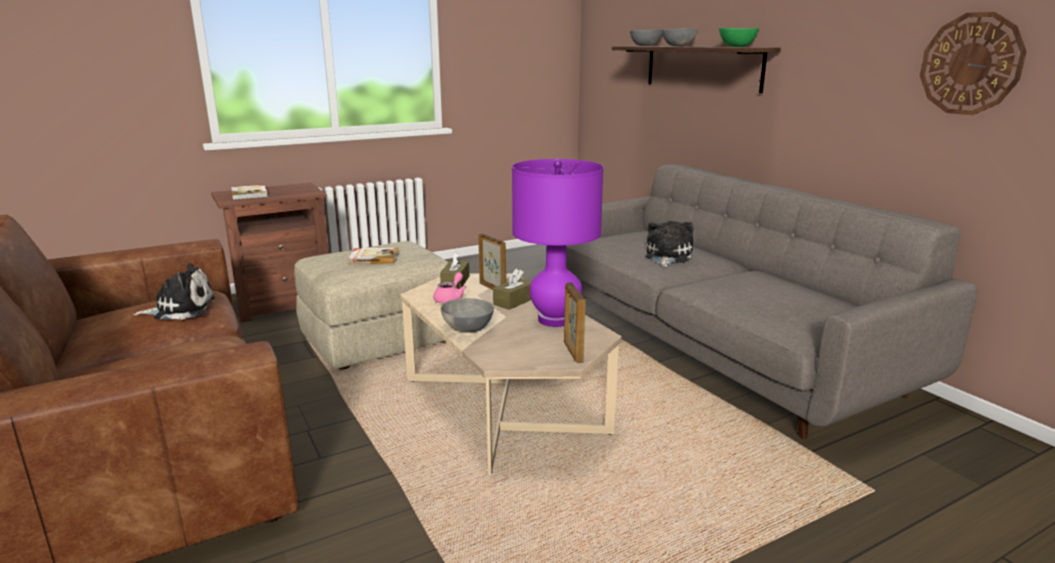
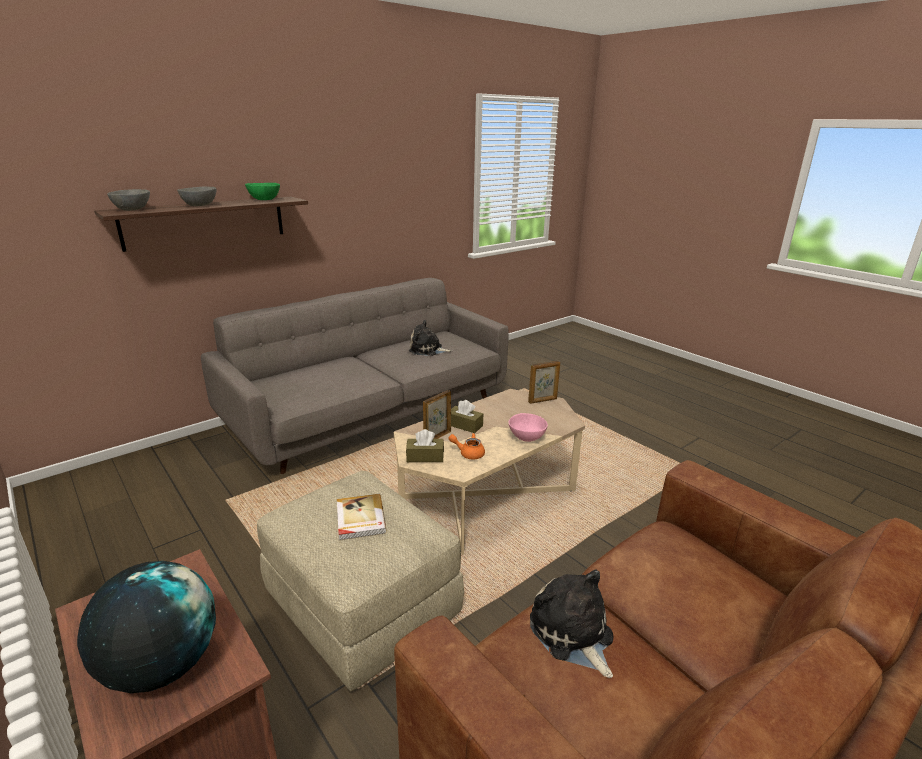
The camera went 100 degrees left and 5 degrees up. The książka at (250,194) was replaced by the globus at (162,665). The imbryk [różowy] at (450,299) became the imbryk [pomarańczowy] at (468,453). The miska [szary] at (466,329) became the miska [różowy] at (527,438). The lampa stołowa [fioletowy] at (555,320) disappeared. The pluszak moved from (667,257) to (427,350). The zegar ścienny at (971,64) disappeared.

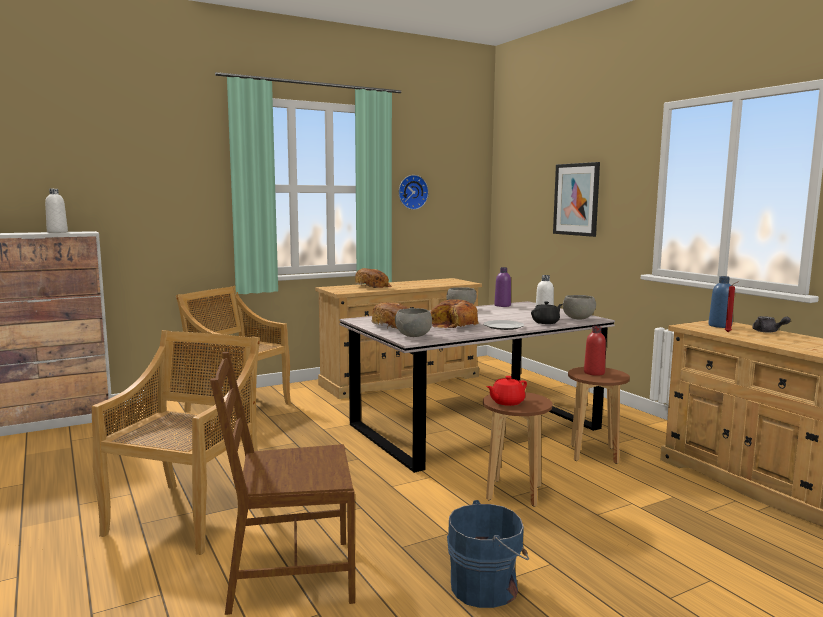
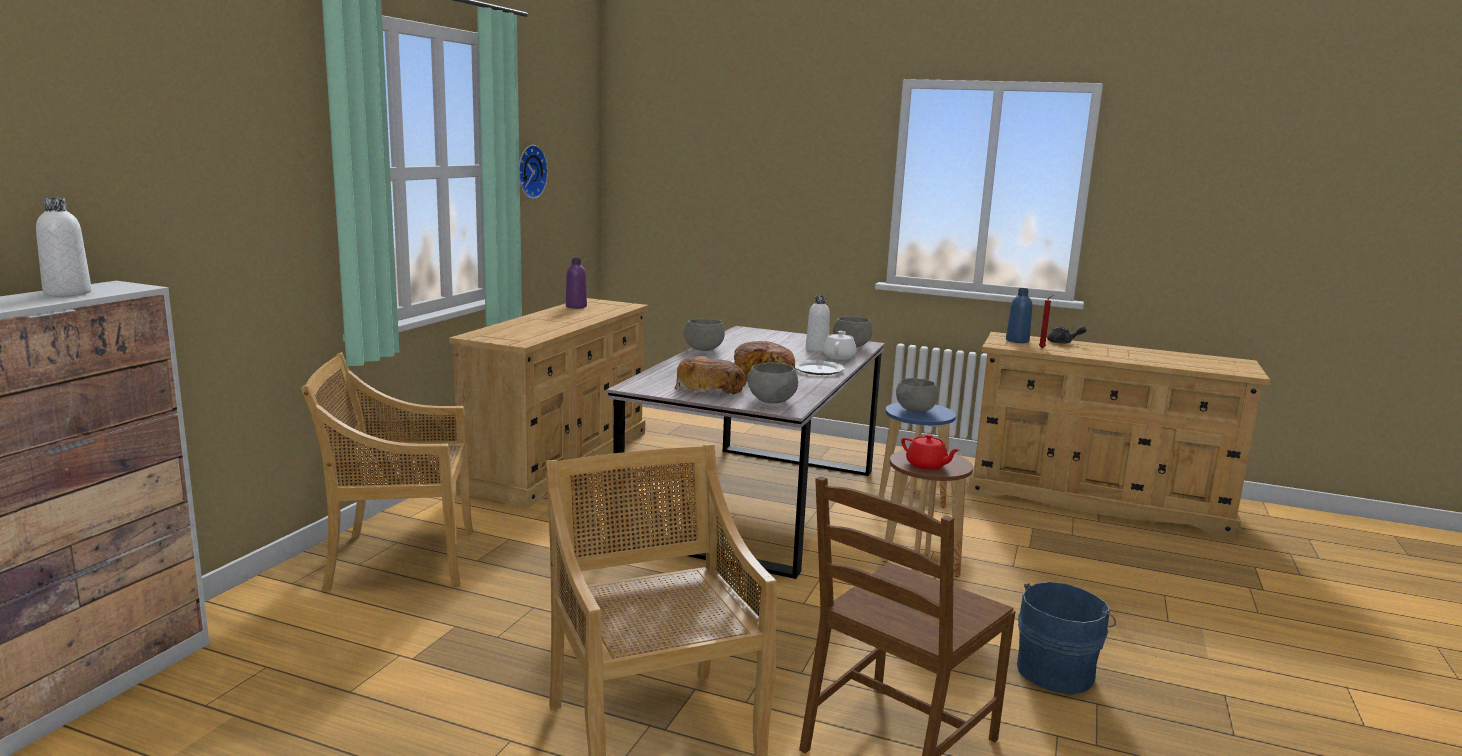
The camera went 40 degrees left and 5 degrees up. The chleb at (373,286) disappeared. The imbryk [czerwony] at (506,402) turned 60 degrees counterclockwise. The butelka [fioletowy] moved from (502,305) to (576,306). The imbryk [czarny] at (546,322) became the imbryk [biały] at (839,357). The obraz at (576,199) disappeared. The stołek [brązowy] at (594,454) became the stołek [niebieski] at (912,503). The butelka [czerwony] at (594,373) was replaced by the miska [szary] at (915,410).

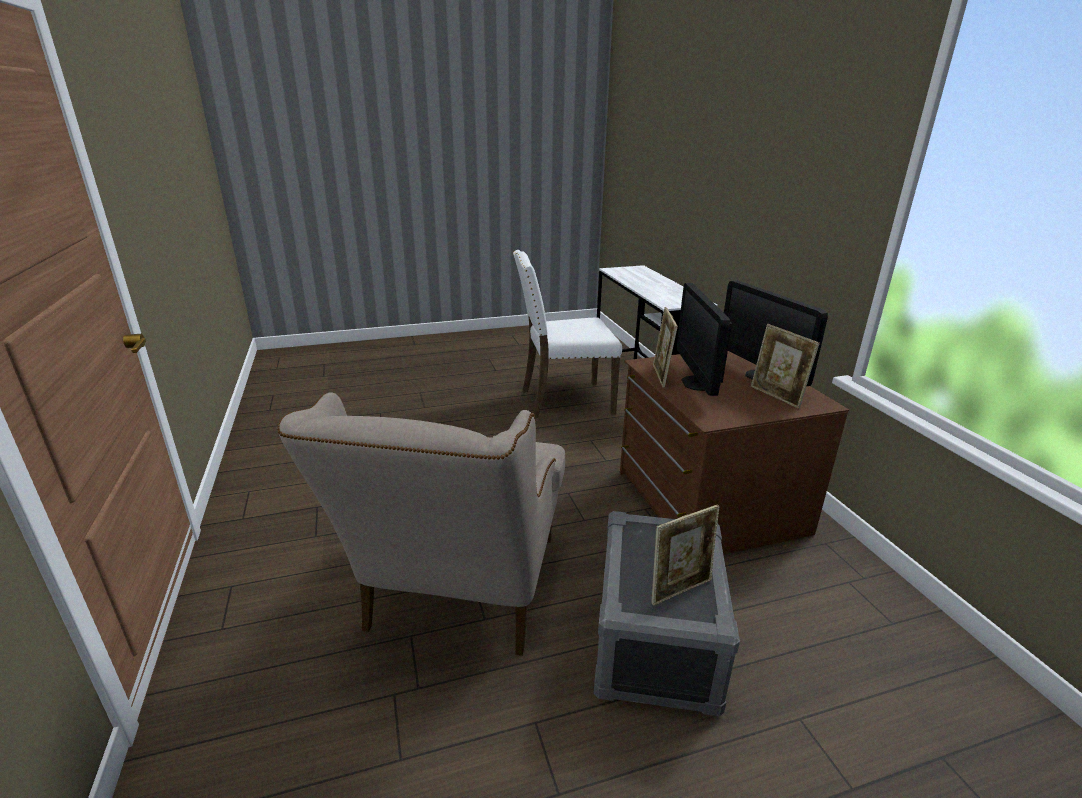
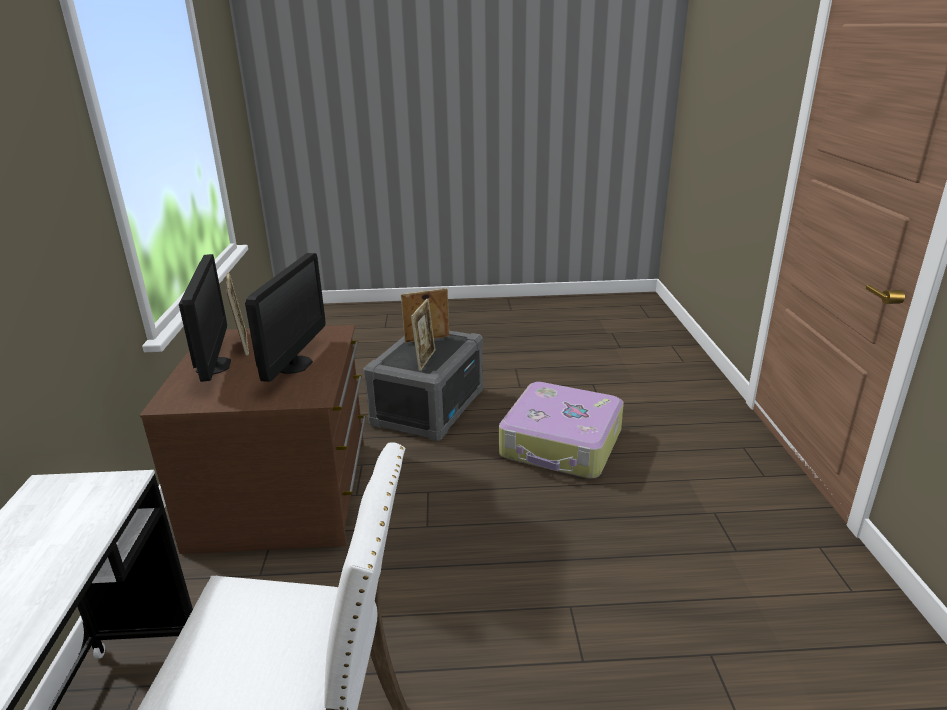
The camera went 165 degrees left and 0 degrees up. The fotel [beżowy] at (458,597) was replaced by the walizka at (561,444). The ramka na zdjęcie moved from (661,376) to (425,360).

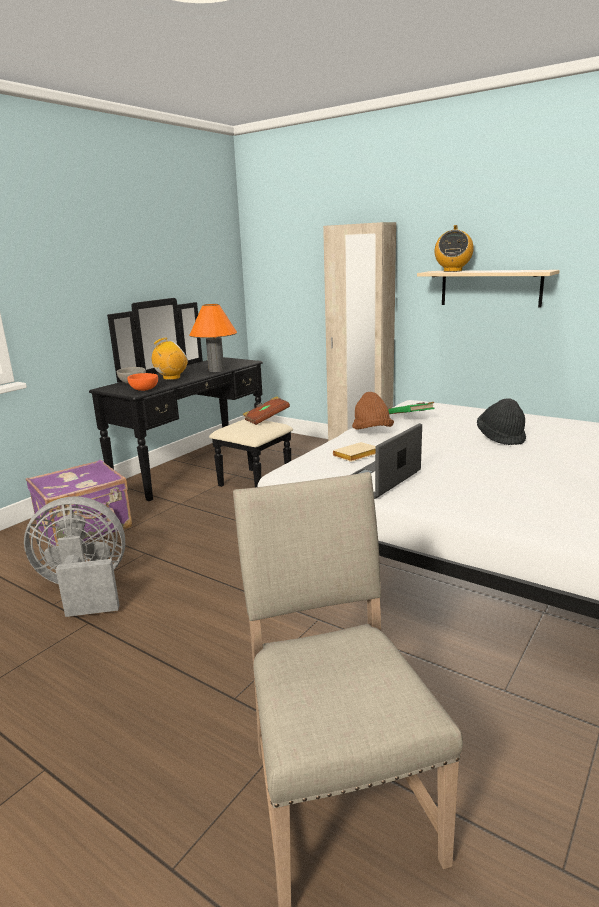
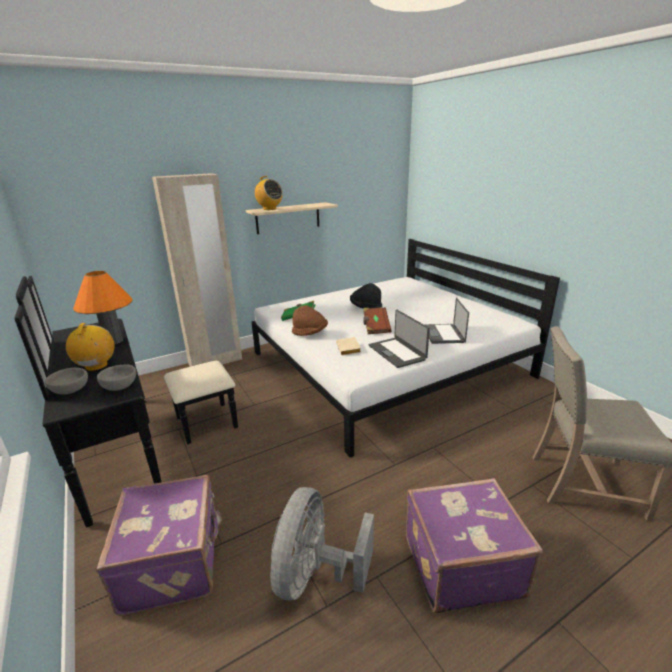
The camera went 65 degrees left and 5 degrees up. The miska [pomarańczowy] at (143,389) became the miska [szary] at (119,387). The książka [brązowy] moved from (266,419) to (375,327). The walizka [fioletowy] at (460,563) appeared. The laptop at (443,334) appeared.

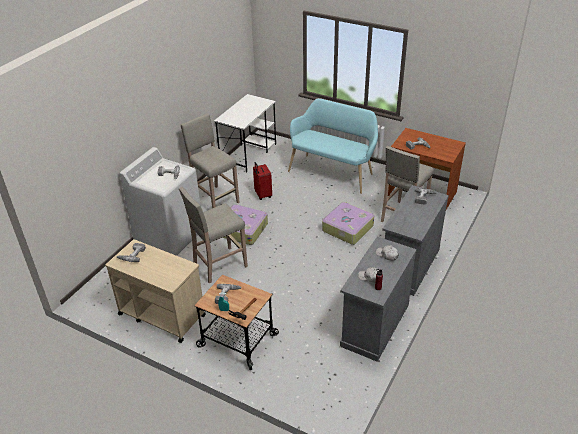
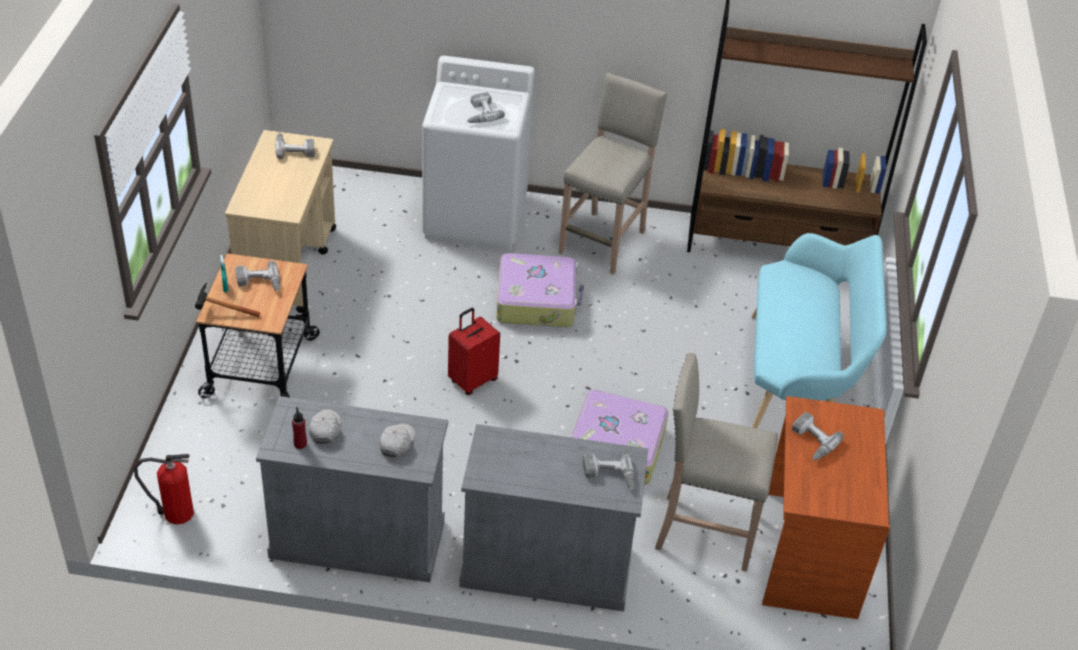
The camera went 65 degrees right and 5 degrees up. The stołek [beżowy] at (218,265) disappeared. The biurko [biały] at (248,153) was replaced by the regał [brązowy] at (778,245). The walizka [czerwony] moved from (262,195) to (472,380). The gaśnica at (175,513) appeared.

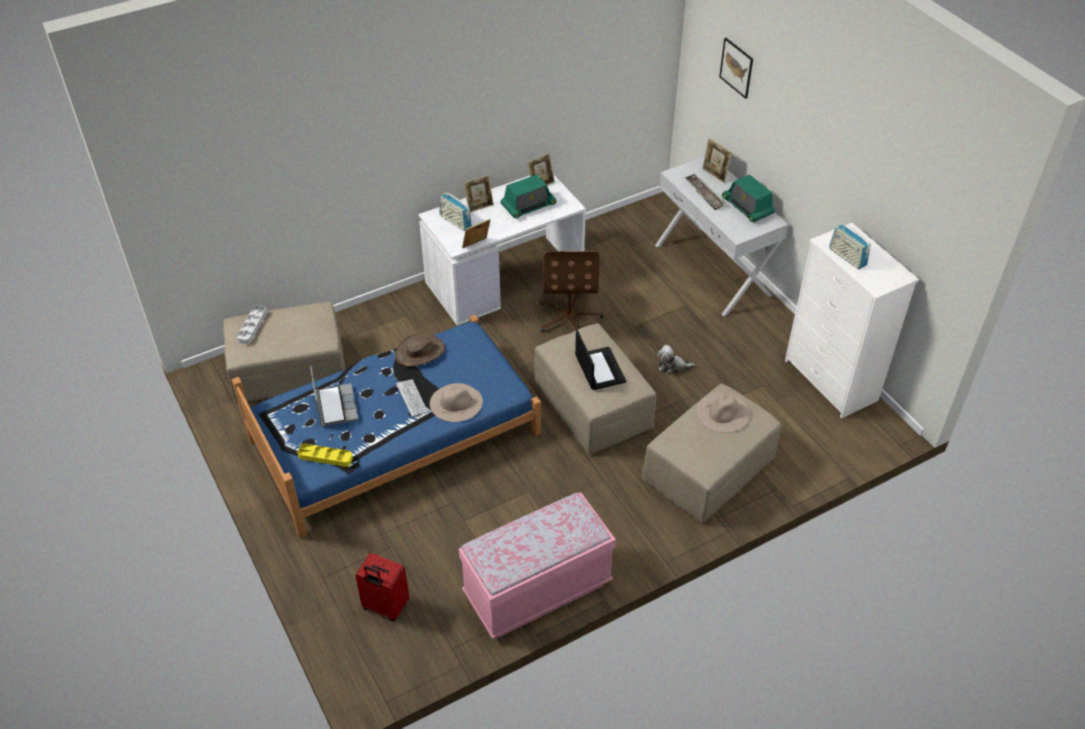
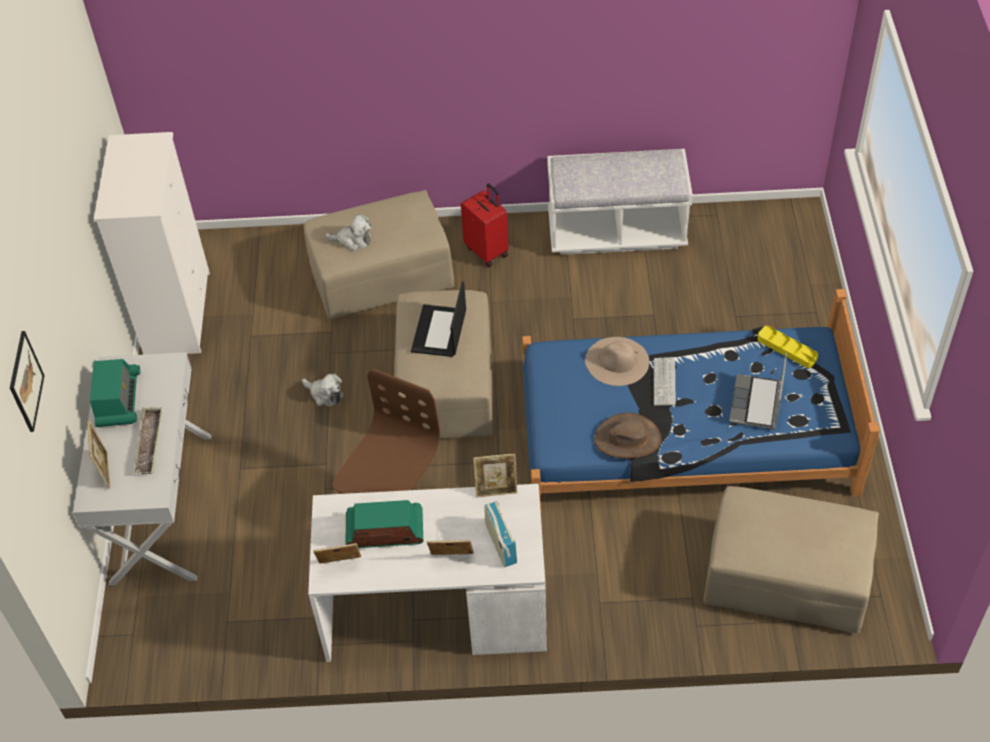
The camera went 150 degrees left and 5 degrees up. The taca [szary] at (252,326) disappeared. The walizka [czerwony] moved from (385,607) to (487,251). The ławka [różowy] at (537,590) became the ławka [biały] at (616,232). The kapelusz [beżowy] at (723,412) was replaced by the pluszak at (353,240). The radio at (847,257) disappeared.

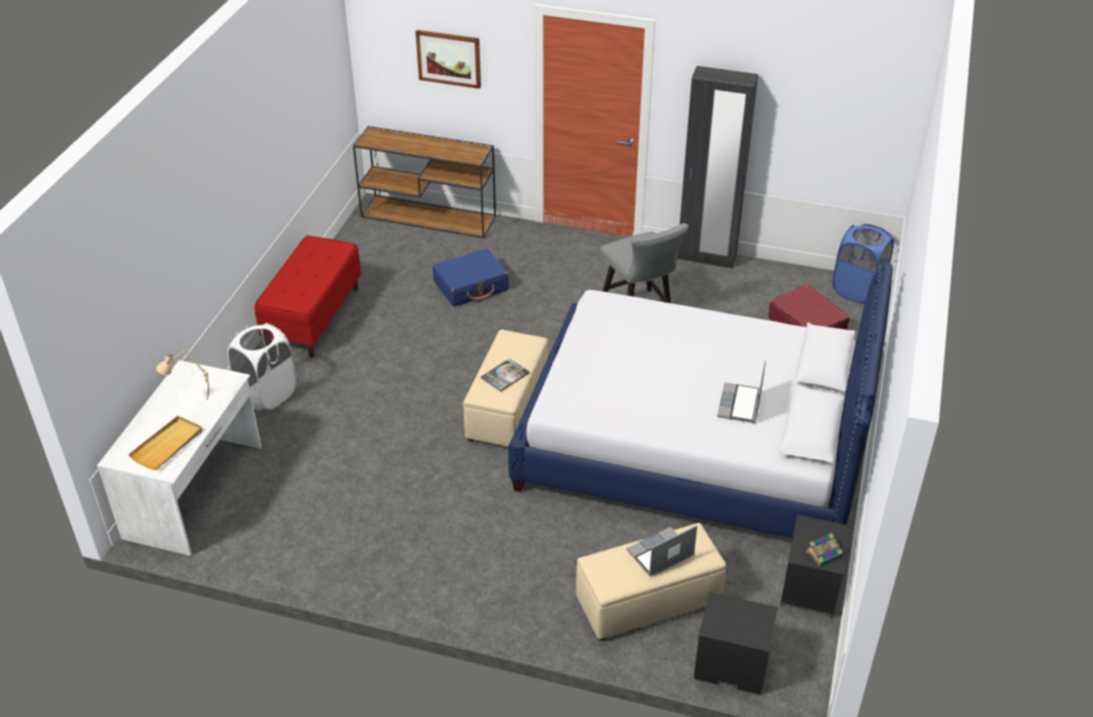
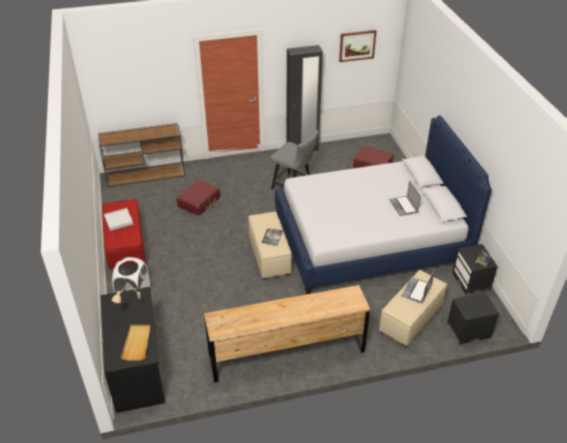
The camera went 30 degrees left and 0 degrees up. The biurko [biały] at (195,491) became the biurko [czarny] at (138,367). The obraz moved from (449,58) to (357,45). The walizka [niebieski] at (471,286) became the walizka [czerwony] at (199,202). The kosz na pranie [niebieski] at (857,290) disappeared. The taca [biały] at (118,220) appeared. The komoda [brązowy] at (287,354) appeared.

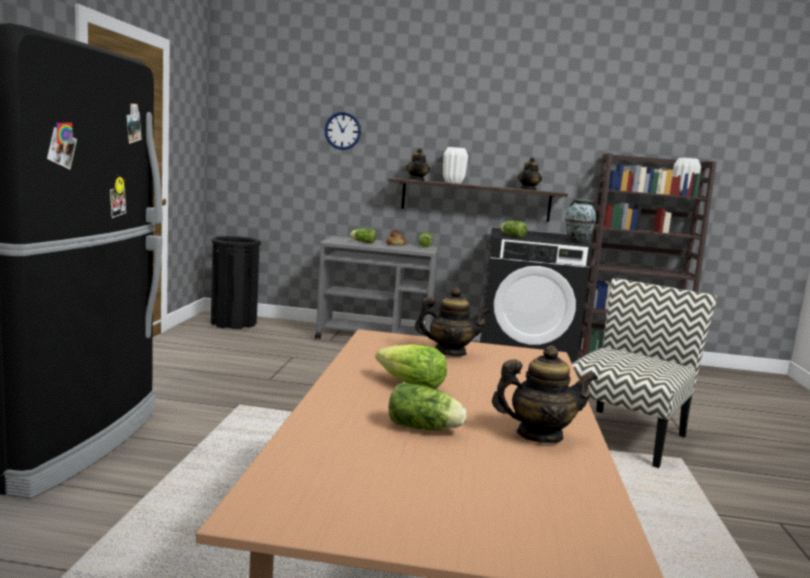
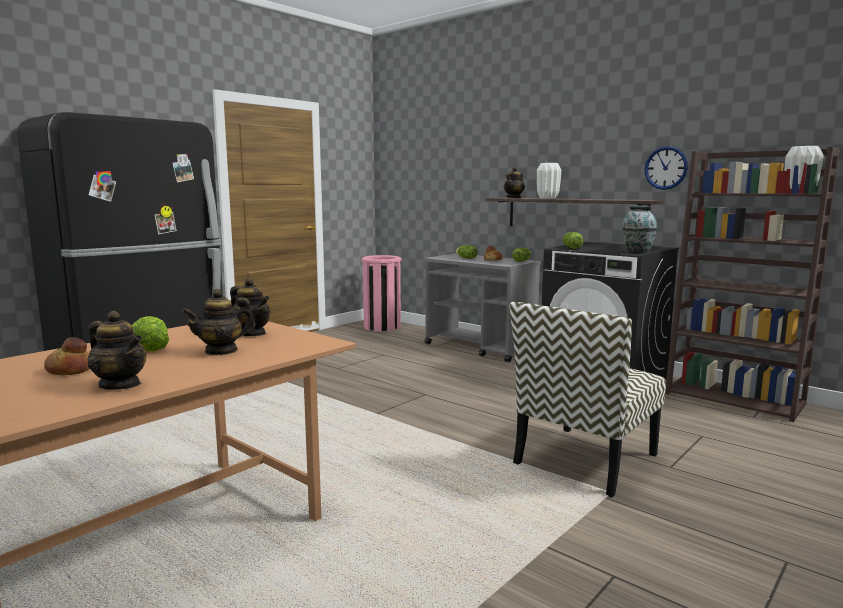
The camera went 35 degrees right and 0 degrees up. The kosz na śmieci [czarny] at (233,323) became the kosz na śmieci [różowy] at (382,327). The zegar ścienny moved from (342,131) to (666,168). The sałata at (425,428) was replaced by the chleb at (70,370). The imbryk moved from (528,189) to (221,351). The krzesło at (625,435) turned 150 degrees clockwise.

